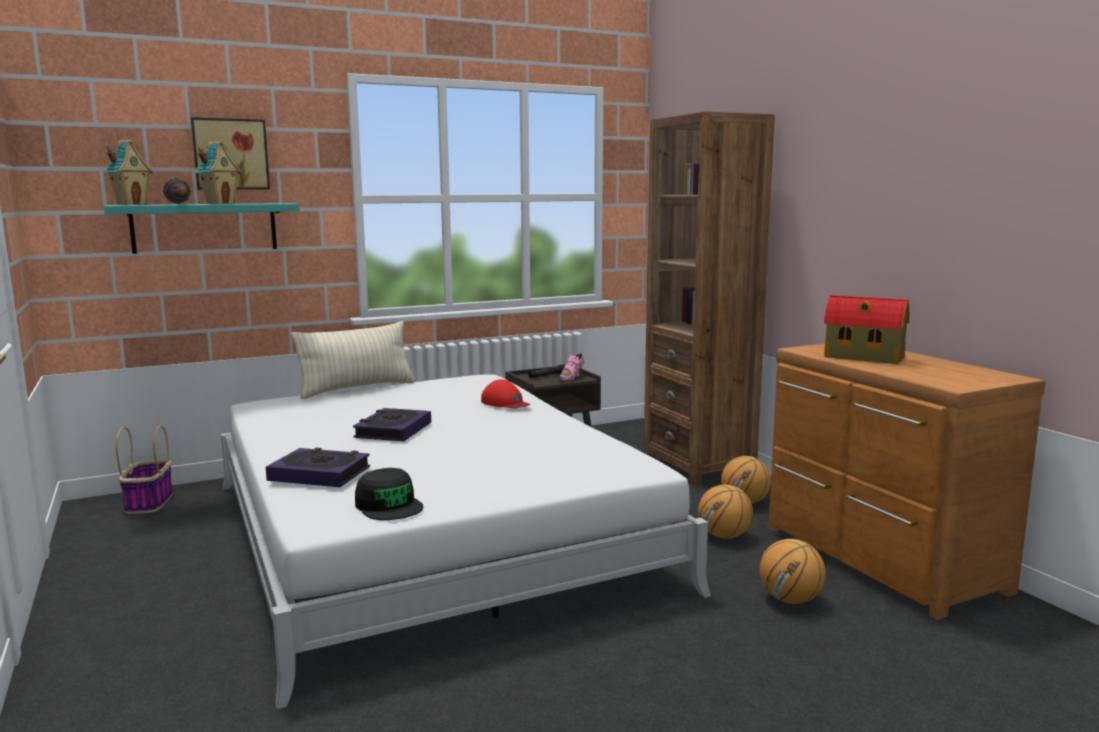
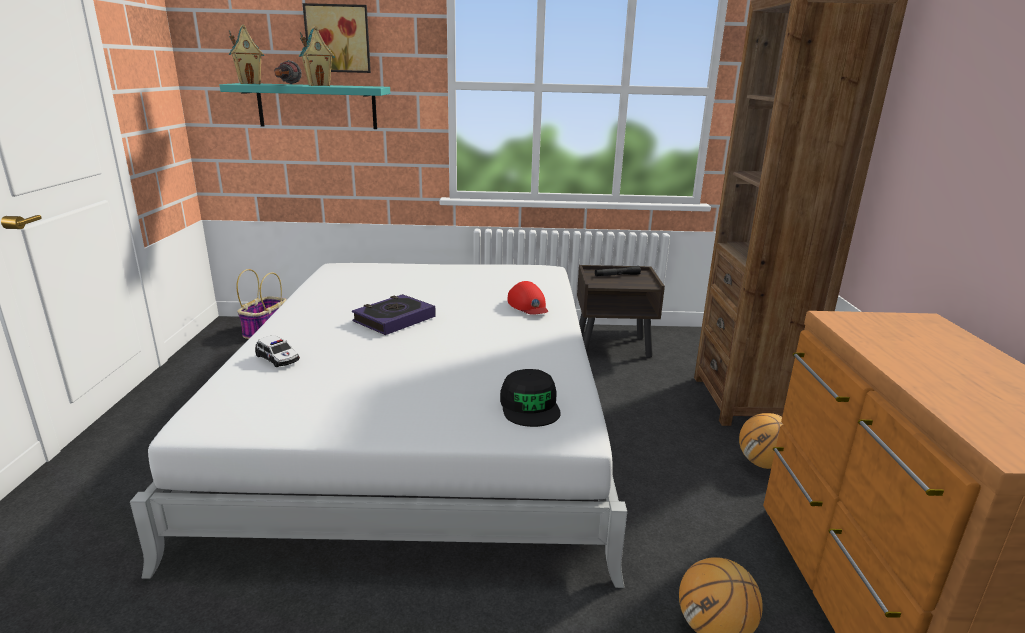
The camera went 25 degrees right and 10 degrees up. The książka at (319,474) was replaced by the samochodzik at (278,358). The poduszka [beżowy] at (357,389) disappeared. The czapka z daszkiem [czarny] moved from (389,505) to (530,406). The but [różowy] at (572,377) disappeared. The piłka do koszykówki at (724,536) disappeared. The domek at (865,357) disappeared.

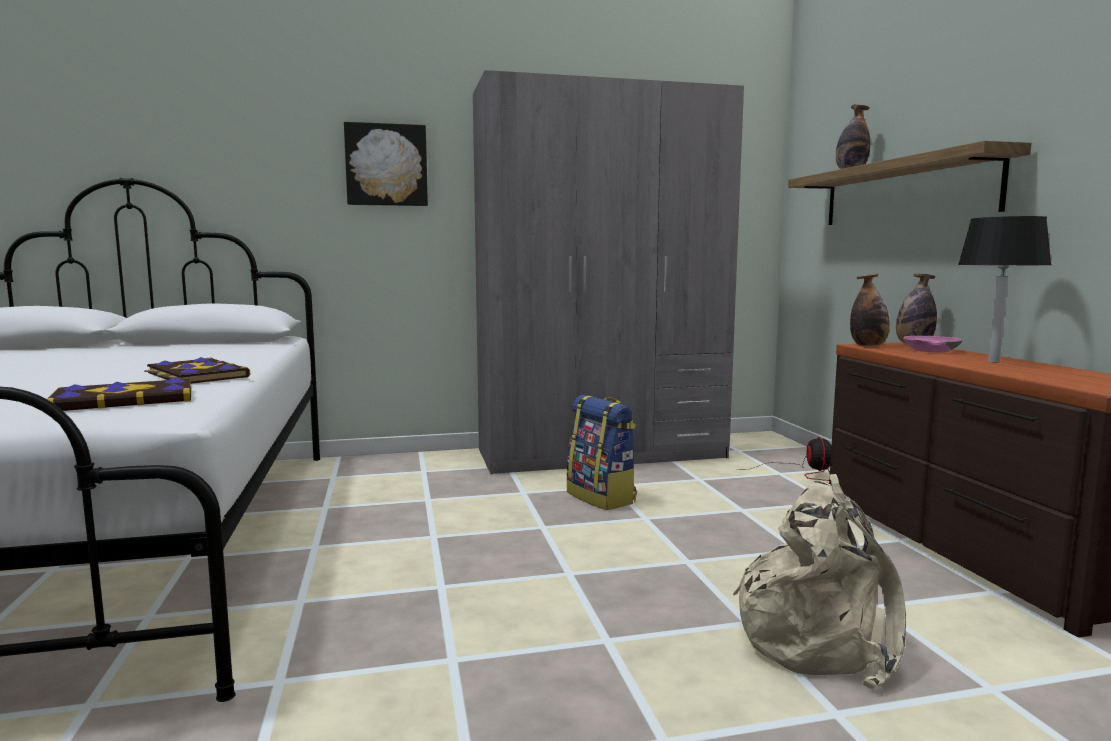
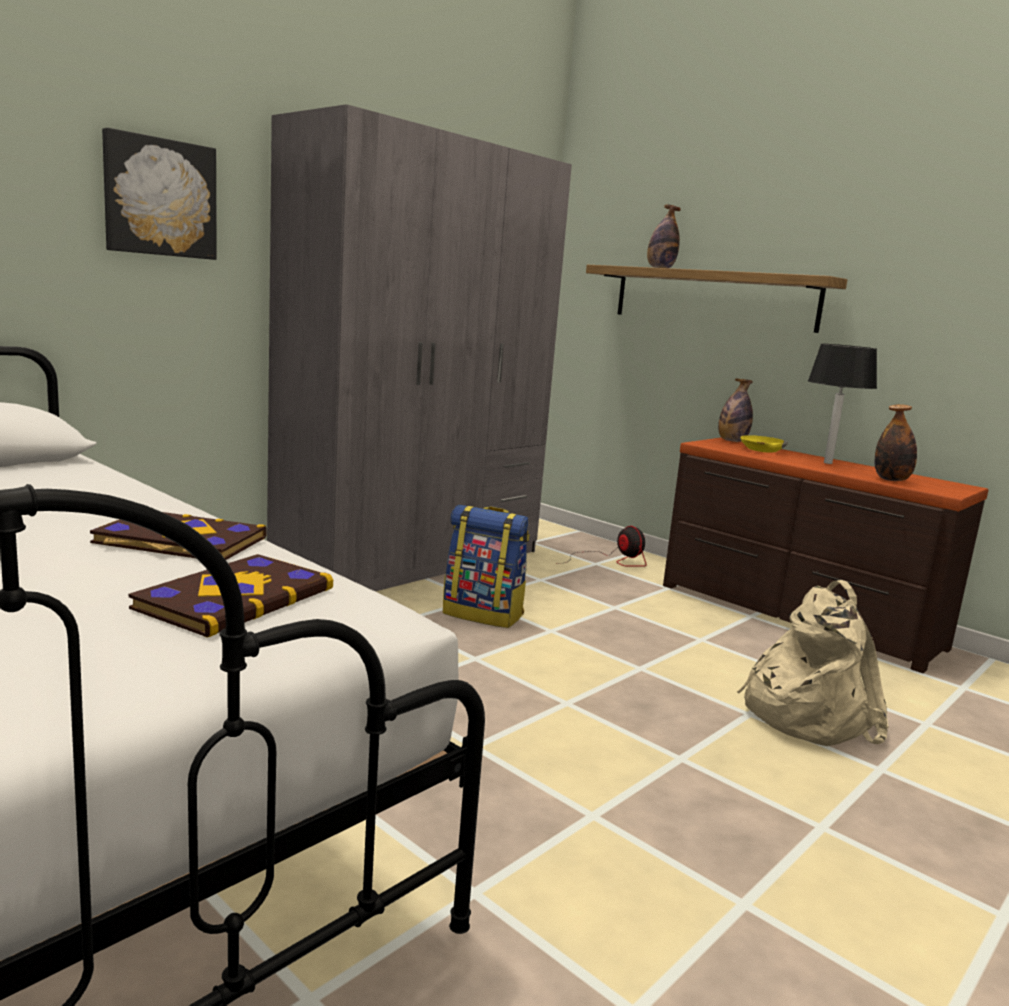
The camera went 35 degrees left and 5 degrees up. The butelka moved from (868,346) to (891,480). The miska [różowy] at (929,350) became the miska [żółty] at (761,450).

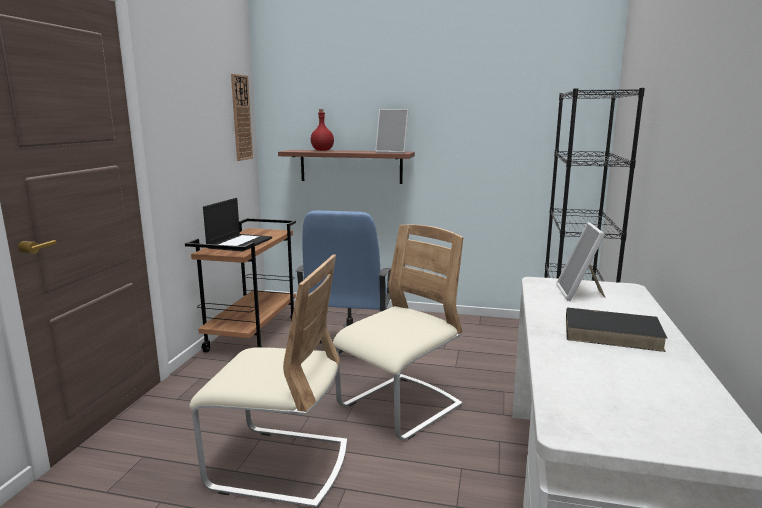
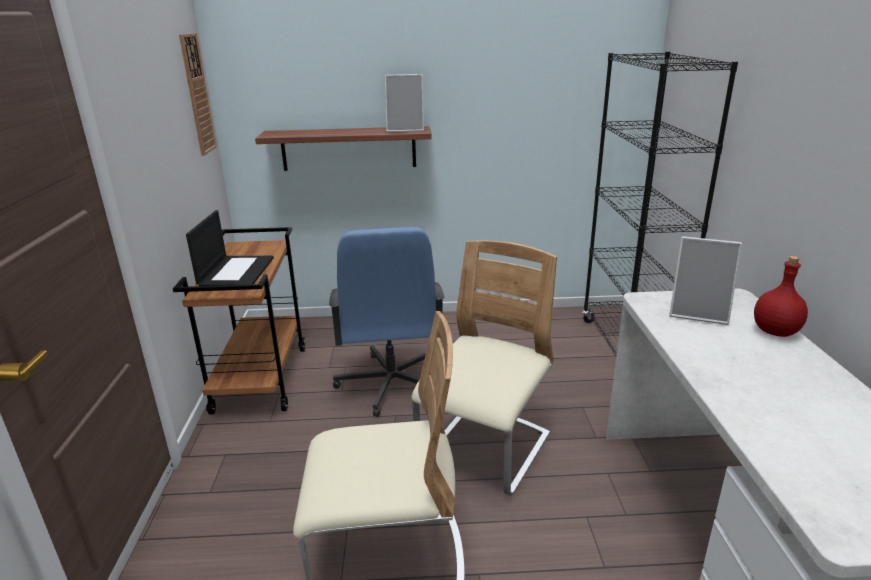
The camera went 15 degrees left and 10 degrees up. The butelka [czerwony] moved from (322,150) to (774,332). The ramka na zdjęcie at (579,293) turned 60 degrees counterclockwise. The książka [czarny] at (613,333) disappeared.

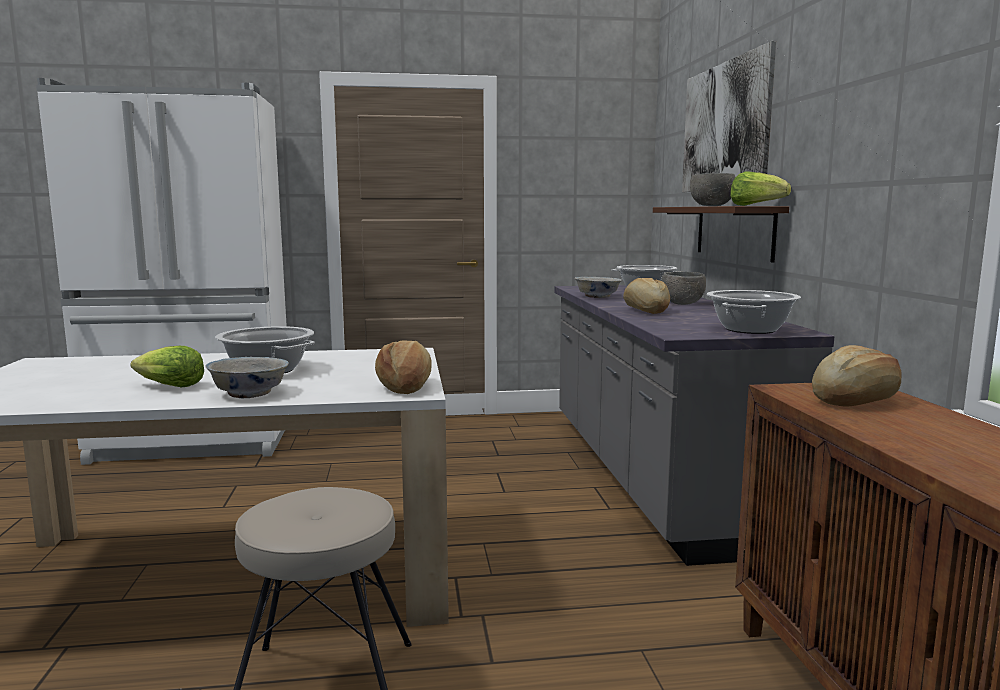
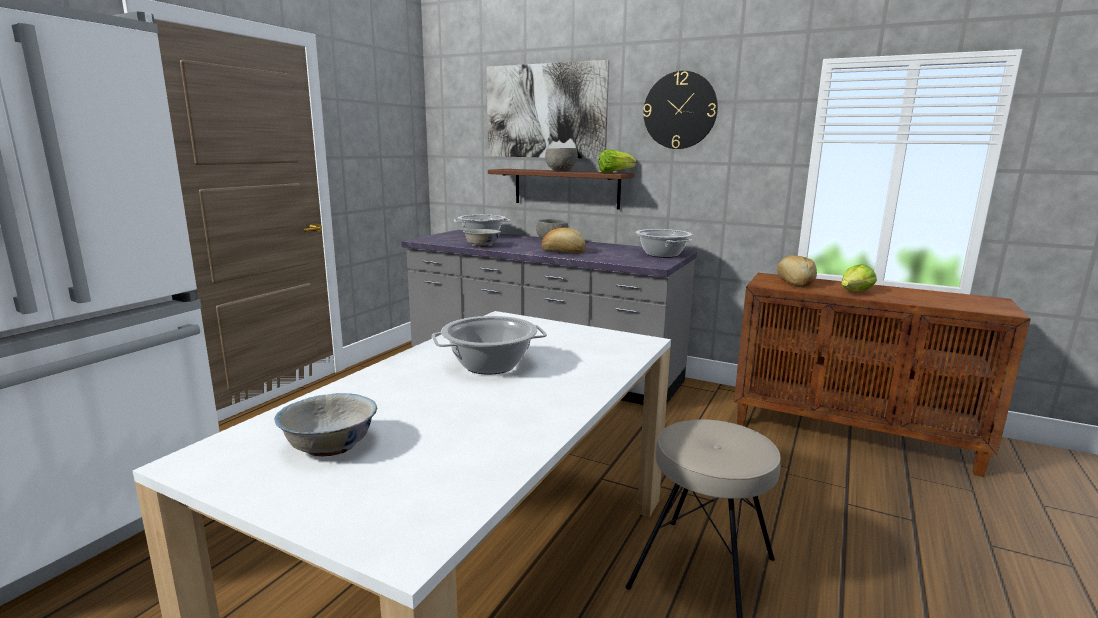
The camera went 55 degrees left and 5 degrees up. The sałata moved from (169,386) to (855,292). The miska [biały] moved from (249,393) to (330,445). The chleb at (406,386) disappeared. The zegar ścienny at (680,110) appeared.

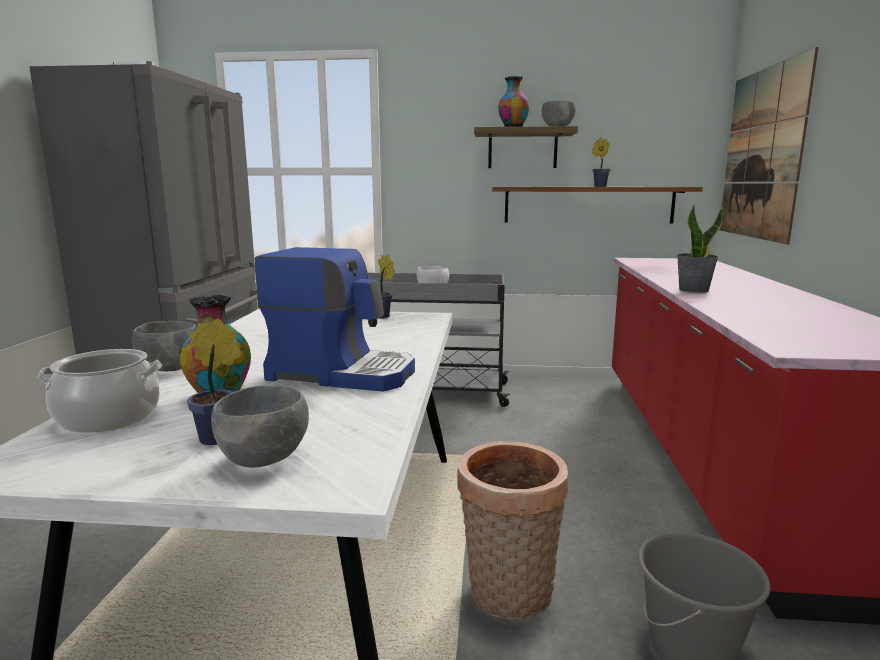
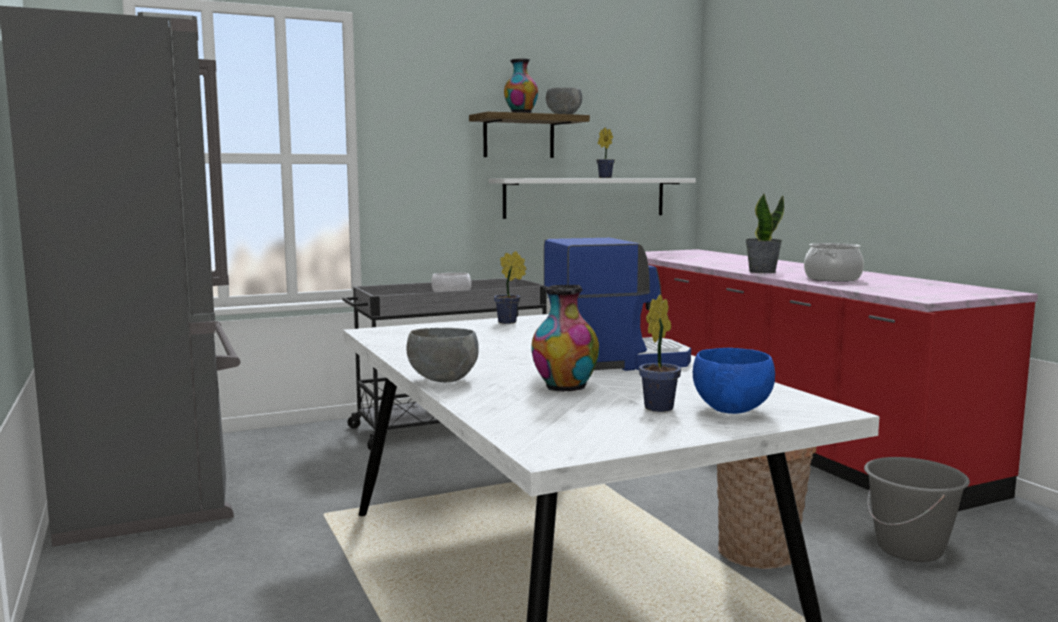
The camera went 30 degrees left and 5 degrees down. The garnek moved from (108,417) to (833,279). The miska [szary] at (265,459) became the miska [niebieski] at (732,410). The półka [brązowy] at (588,204) became the półka [biały] at (585,197). The obraz at (762,154) disappeared.

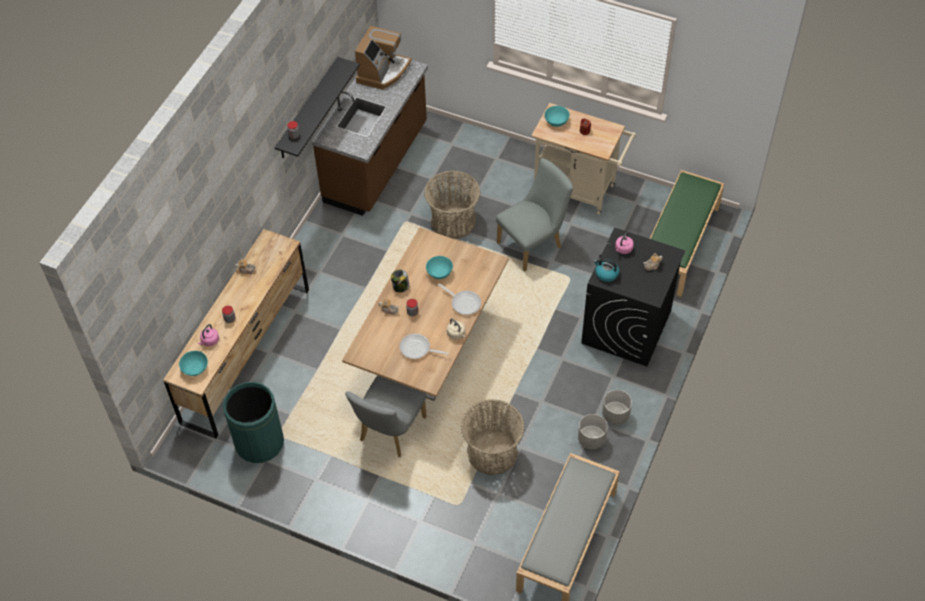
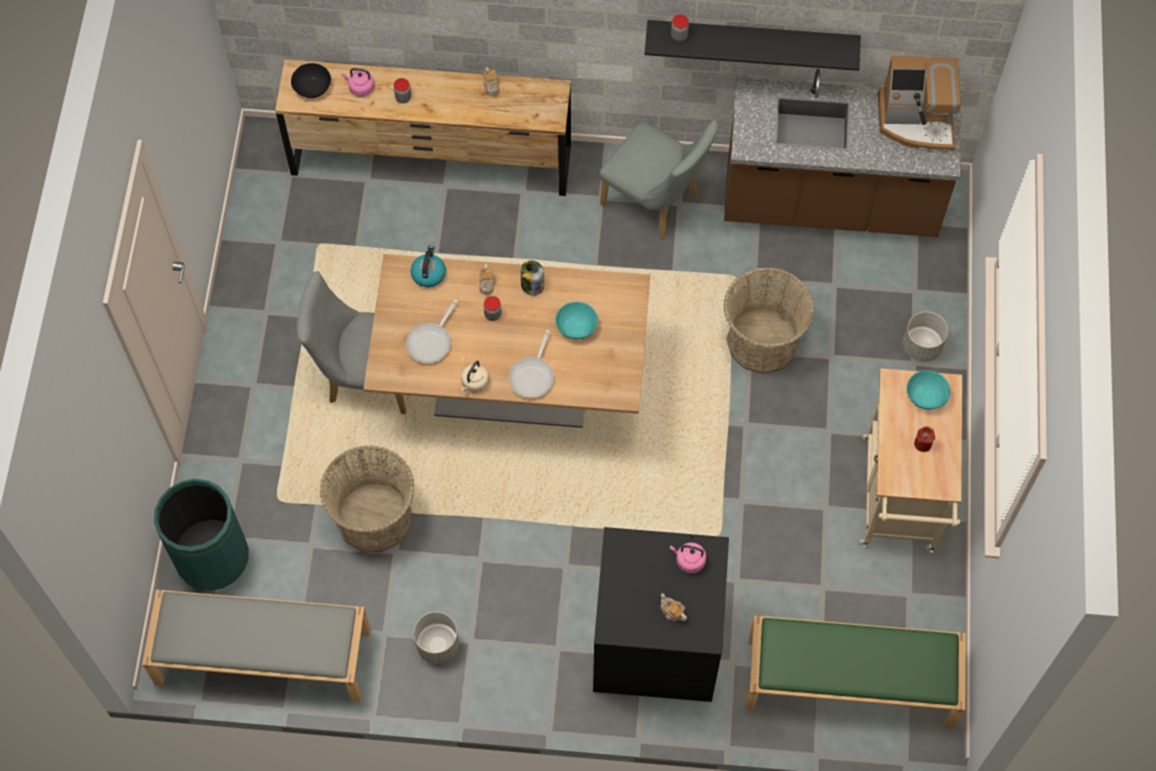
The camera went 70 degrees right and 10 degrees up. The miska [turkusowy] at (195,368) became the miska [czarny] at (312,88). The kosz na śmieci [zielony] moved from (259,443) to (212,557). The patelnia at (417,349) turned 150 degrees counterclockwise. The krzesło [szary] moved from (533,243) to (656,202). The czajnik moved from (606,274) to (428,273). The donica [szary] moved from (616,415) to (921,347).

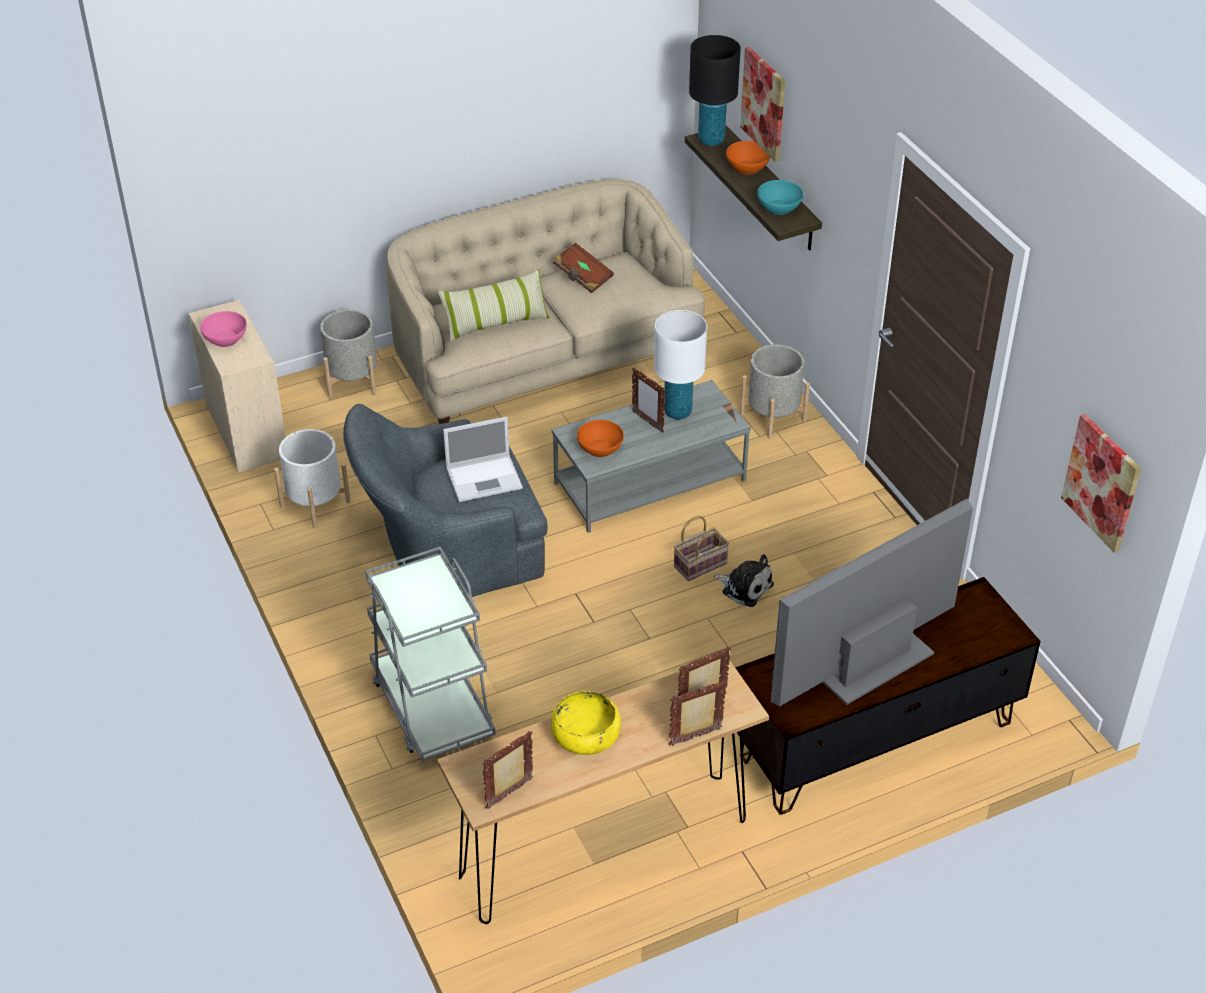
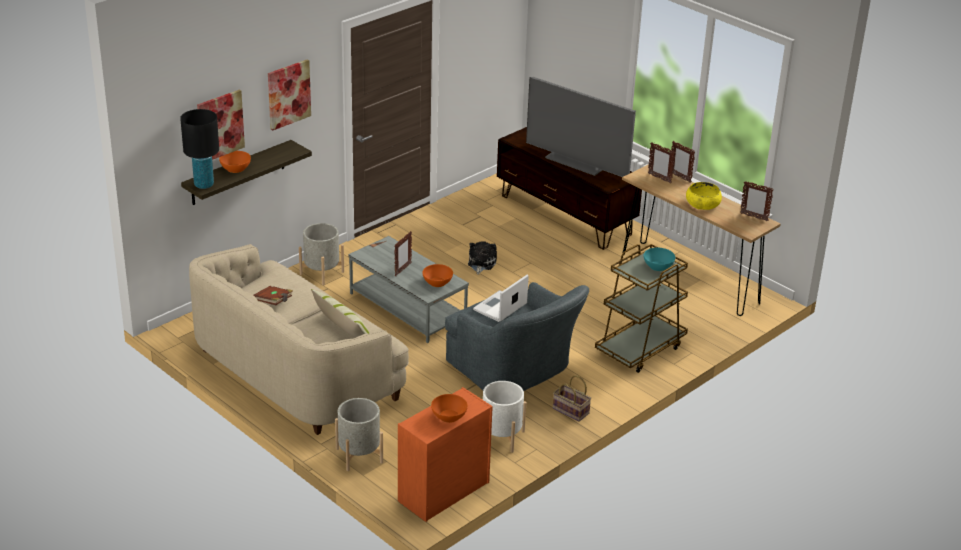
The camera went 110 degrees left and 10 degrees down. The komoda [beżowy] at (246,432) became the komoda [pomarańczowy] at (443,492). The miska [różowy] at (226,339) became the miska [pomarańczowy] at (449,416). The wózek [szary] at (432,707) became the wózek [brązowy] at (640,349). The laptop at (485,478) turned 105 degrees counterclockwise. The lampa stołowa [biały] at (677,411) disappeared. The koszyk moved from (700,564) to (569,411). The miska [turkusowy] moved from (779,207) to (658,266). The obraz moved from (1102,482) to (288,94).

